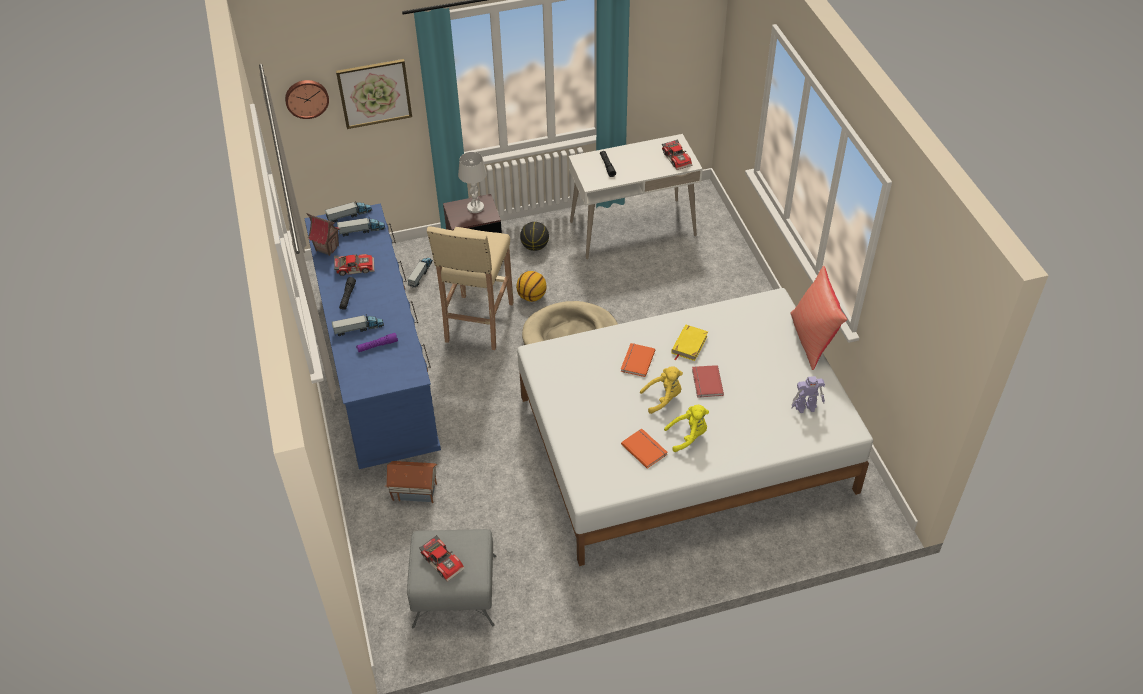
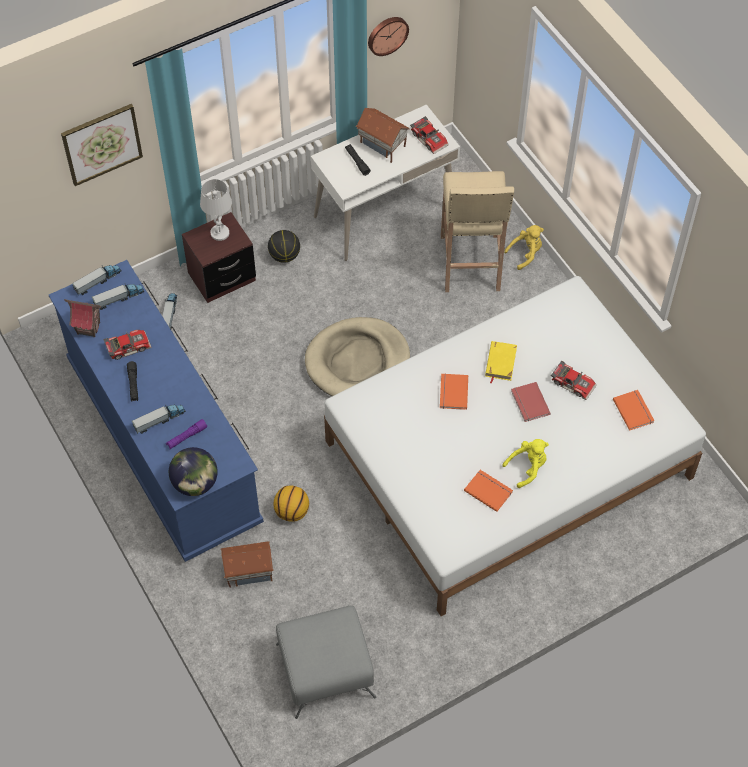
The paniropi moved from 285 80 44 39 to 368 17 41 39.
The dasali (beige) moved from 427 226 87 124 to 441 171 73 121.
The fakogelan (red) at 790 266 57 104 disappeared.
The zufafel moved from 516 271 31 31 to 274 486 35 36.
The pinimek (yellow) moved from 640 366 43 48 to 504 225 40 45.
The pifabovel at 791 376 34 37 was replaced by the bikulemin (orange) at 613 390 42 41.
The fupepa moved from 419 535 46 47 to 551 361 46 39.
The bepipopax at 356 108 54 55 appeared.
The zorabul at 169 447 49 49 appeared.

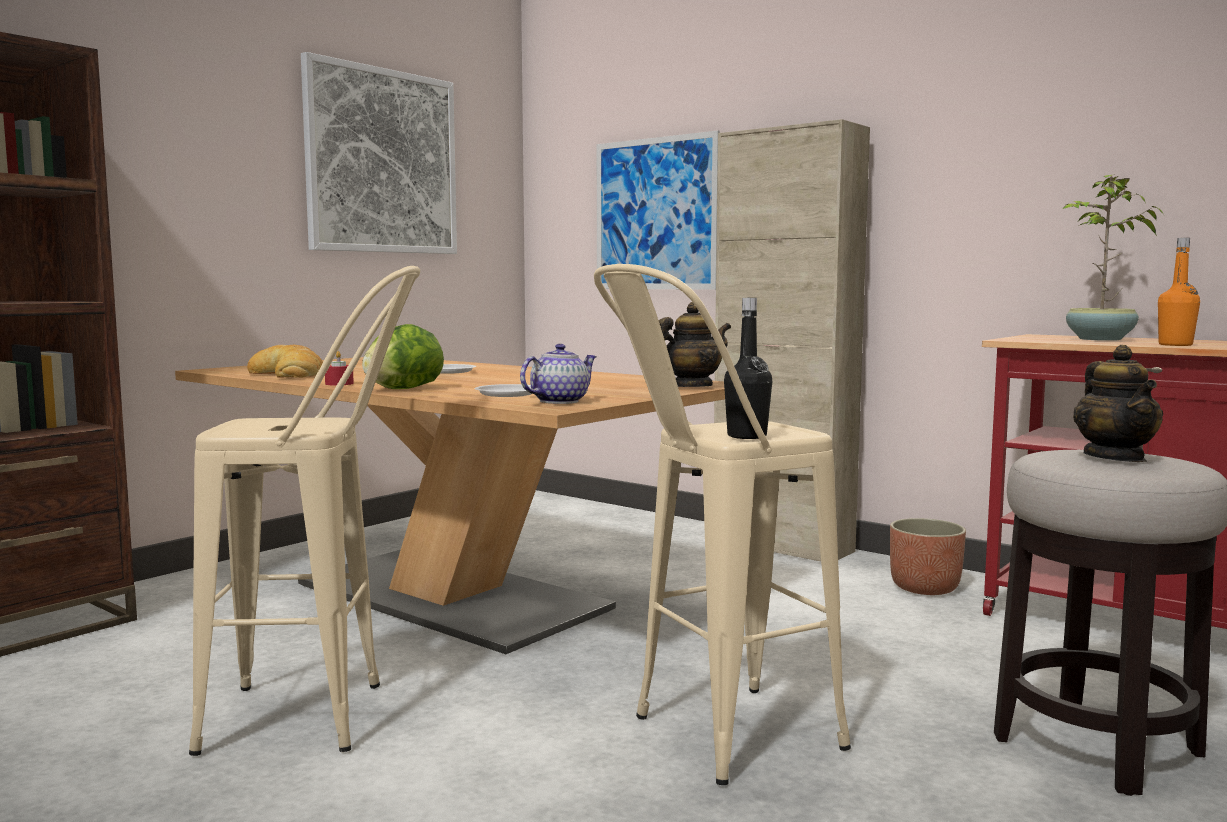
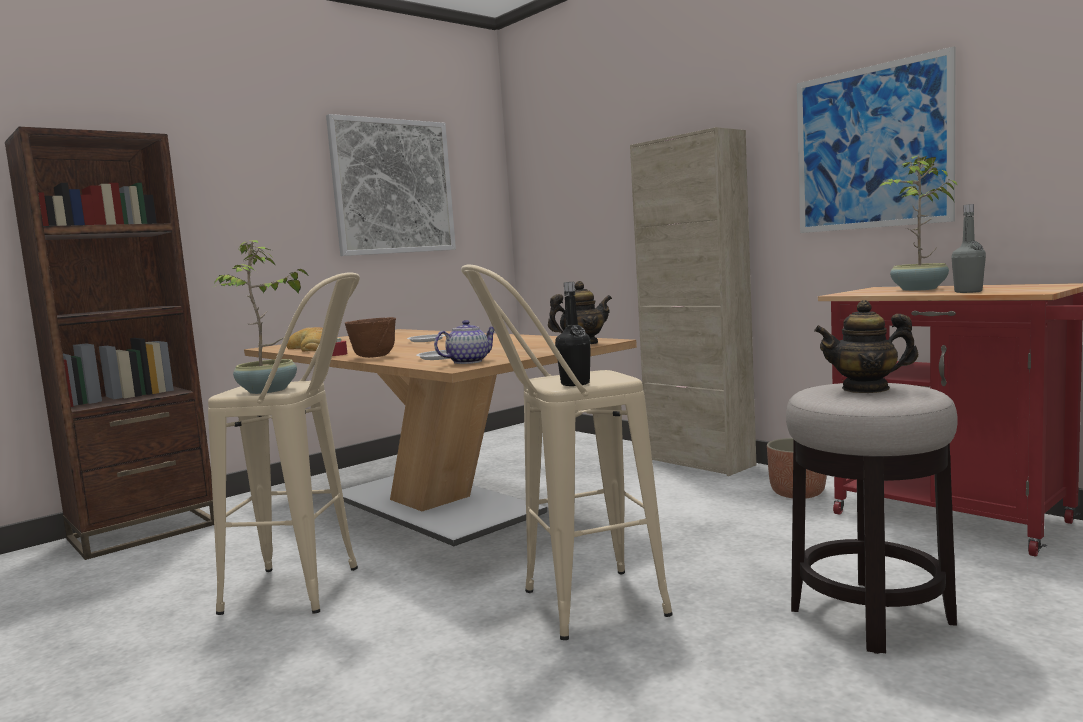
The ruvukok moved from 597 130 123 160 to 797 47 158 186.
The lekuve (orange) at 1158 238 42 108 became the lekuve (grey) at 952 204 34 89.
The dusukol at 362 324 82 65 was replaced by the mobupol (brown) at 345 317 51 41.
The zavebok at 1073 345 90 117 turned 90 degrees clockwise.
The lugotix at 214 240 94 154 appeared.

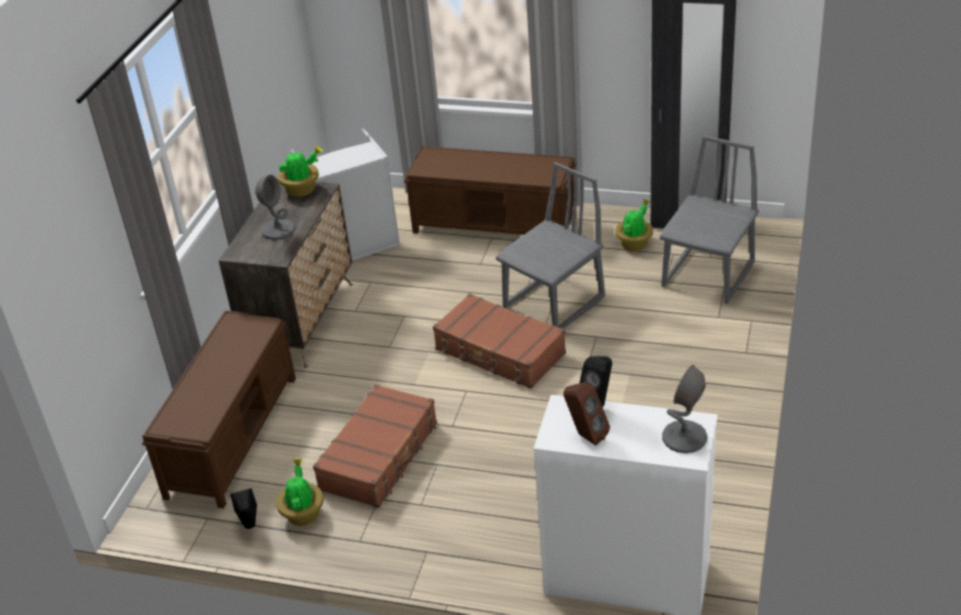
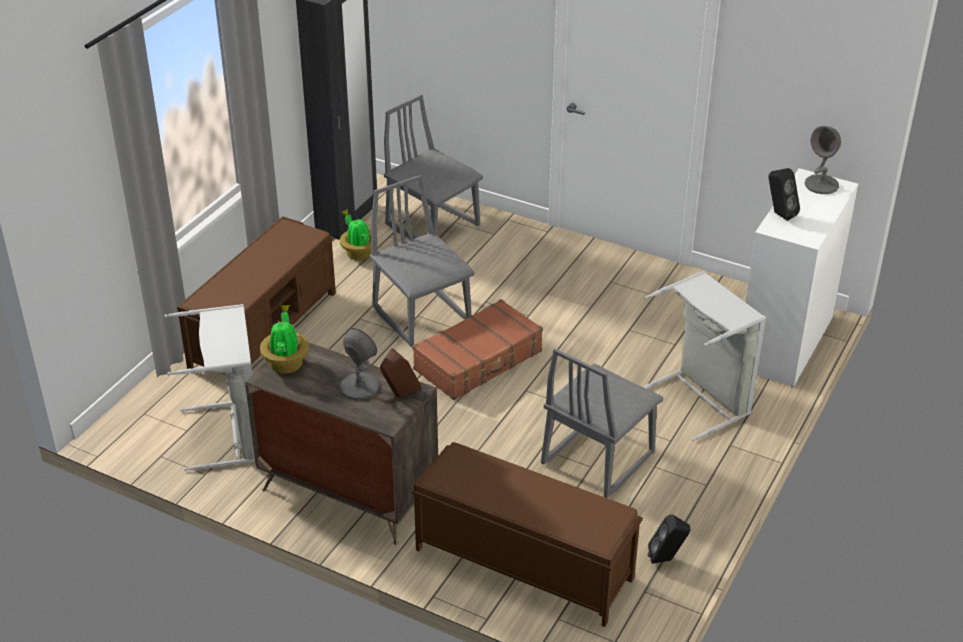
The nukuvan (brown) moved from 563 382 47 64 to 380 349 41 48.
The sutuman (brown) at 313 384 124 124 was replaced by the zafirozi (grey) at 541 348 123 150.
The lugotix at 276 458 48 68 disappeared.
The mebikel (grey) at 644 271 122 170 appeared.

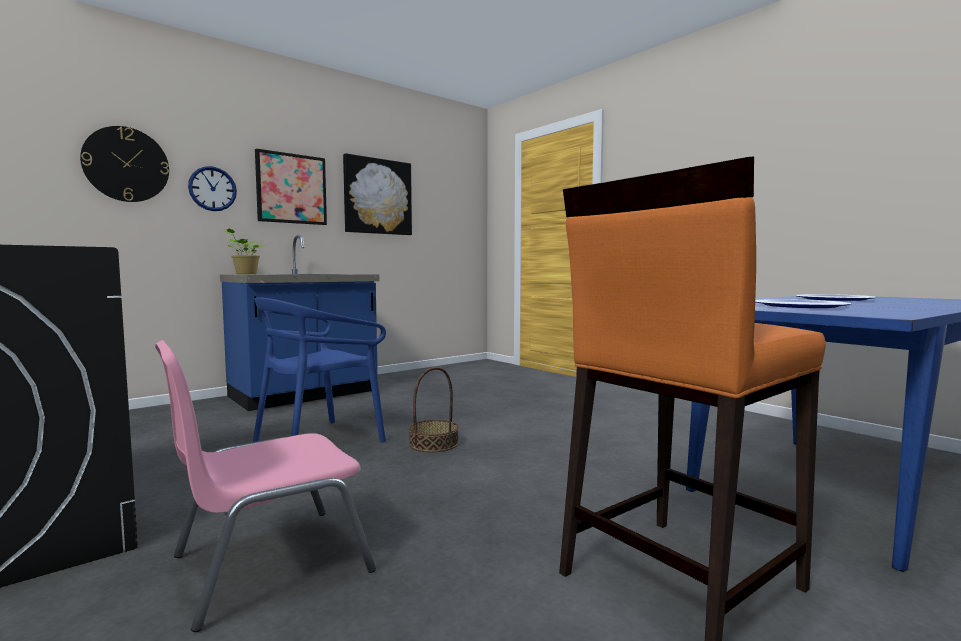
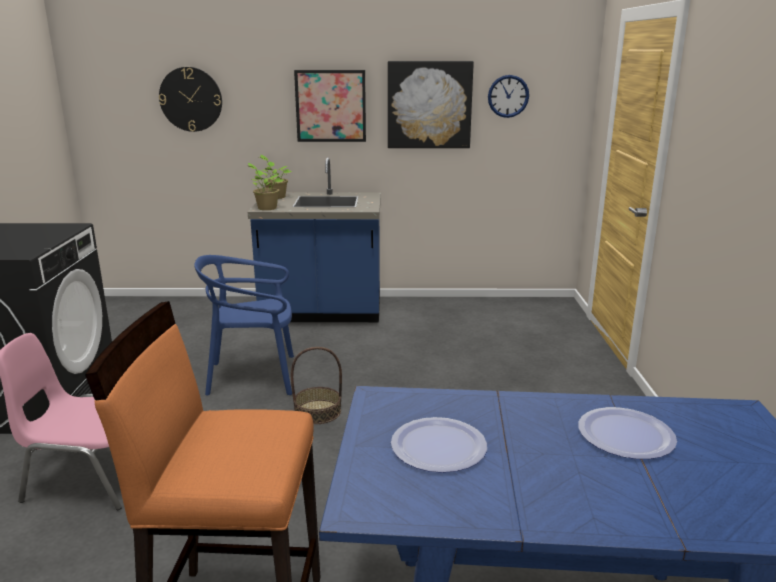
The paniropi moved from 188 166 49 45 to 488 75 41 43.
The lugotix at 248 163 36 47 appeared.

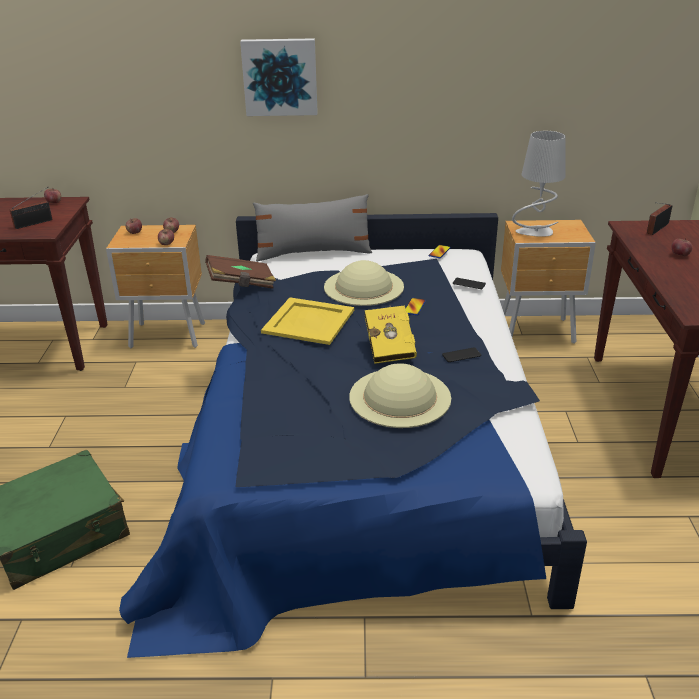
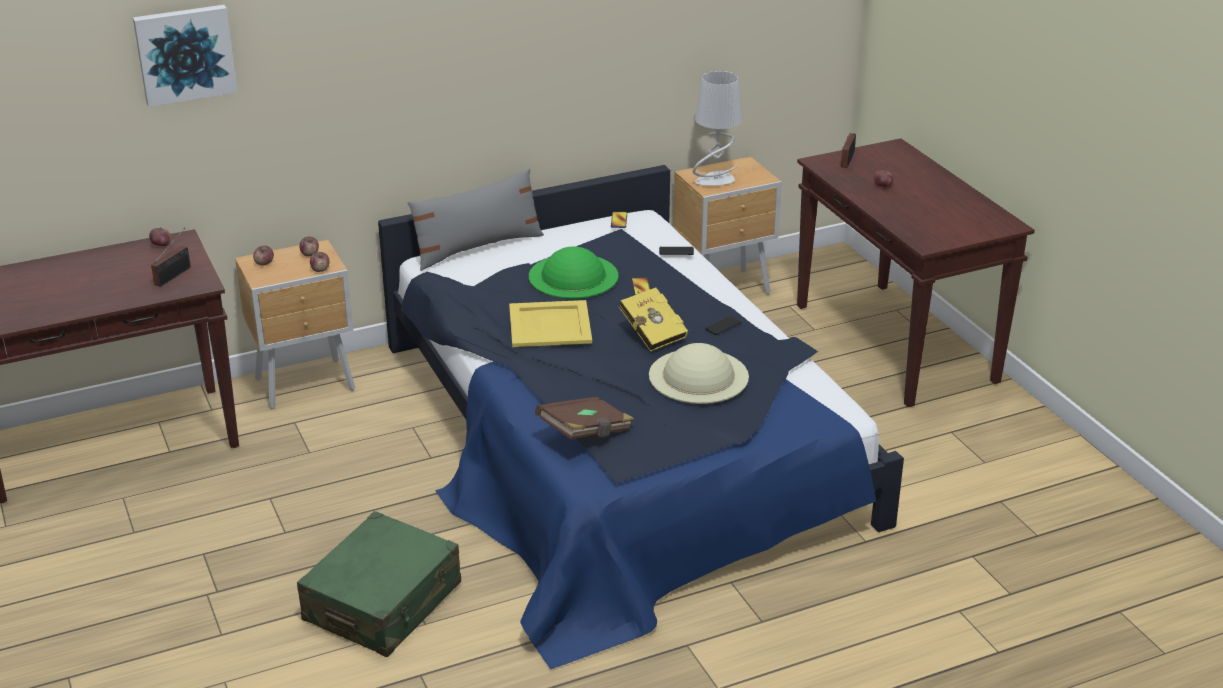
The ruvukok moved from 240 38 78 78 to 133 5 105 102.
The bikulemin (brown) moved from 205 255 71 34 to 535 397 99 43.
The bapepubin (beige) at 324 260 80 46 became the bapepubin (green) at 529 246 89 53.

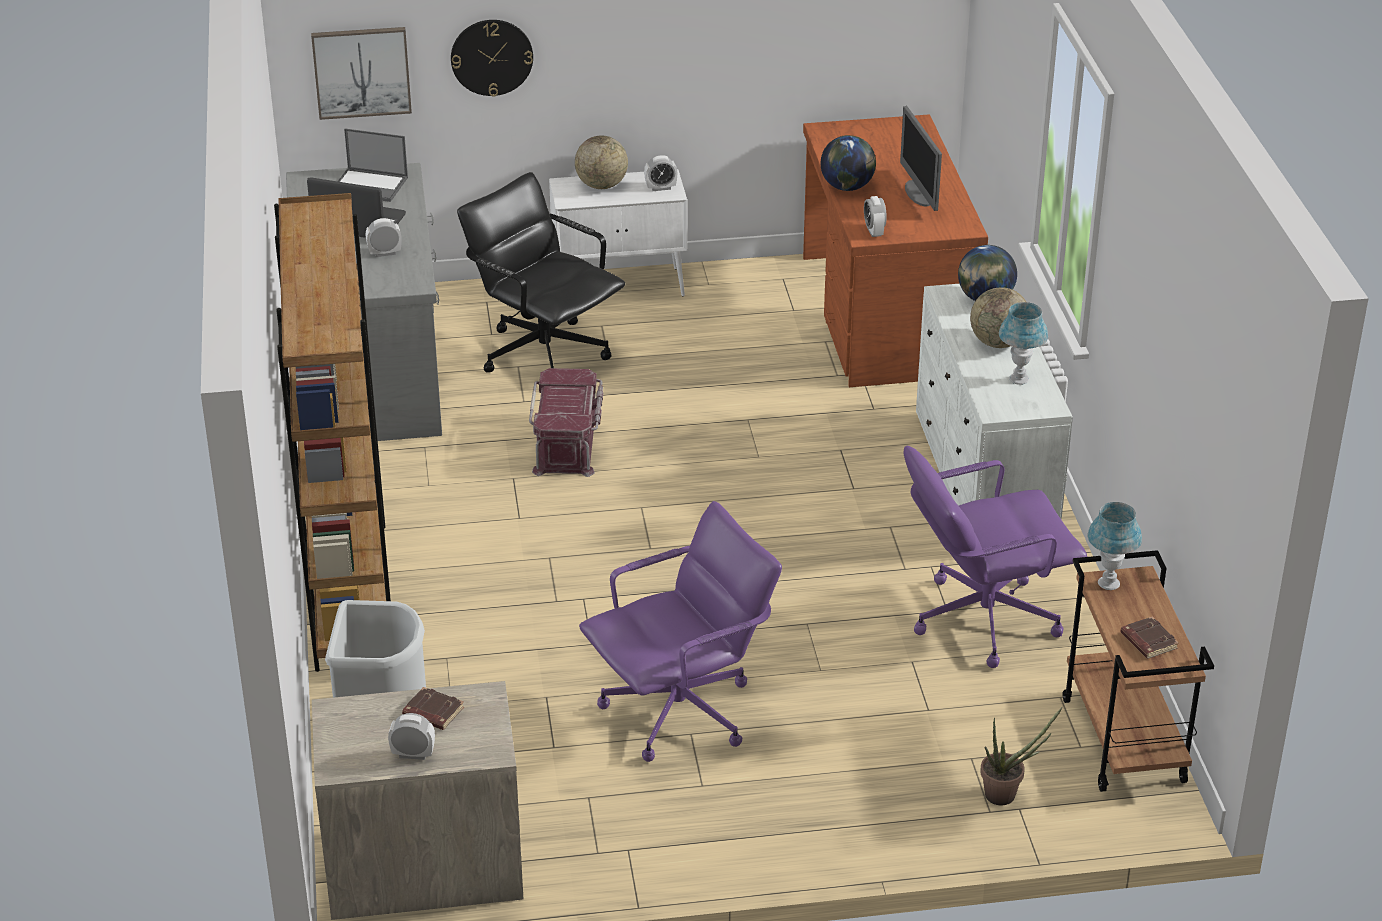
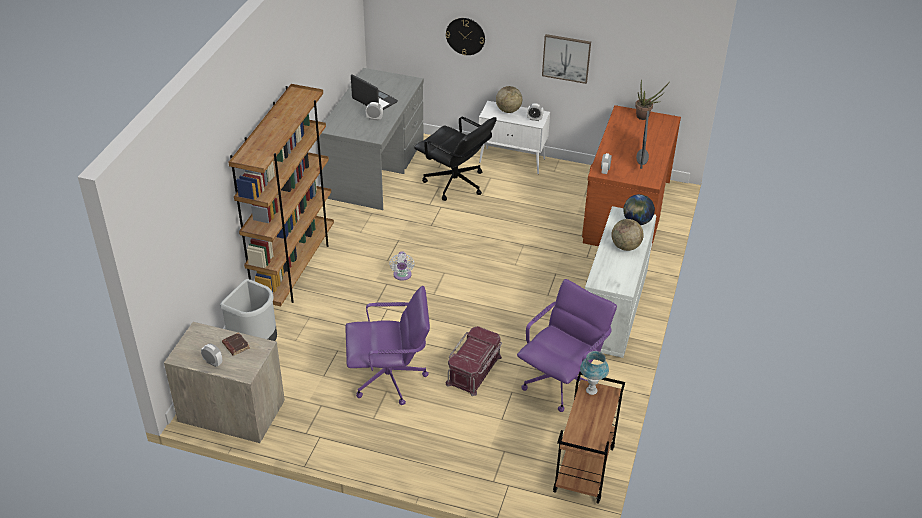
The ruvukok moved from 311 27 101 93 to 542 34 49 50.
The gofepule at 338 129 70 73 disappeared.
The zorabul at 821 135 55 56 disappeared.
The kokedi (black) at 457 172 168 201 turned 150 degrees clockwise.
The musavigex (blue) at 999 302 49 83 disappeared.
The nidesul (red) moved from 529 368 75 109 to 445 326 57 70.
The kokedi (purple) at 904 445 183 223 turned 120 degrees clockwise.
The bikulemin (brown) at 1120 617 59 42 disappeared.
The lugotix moved from 980 707 82 98 to 635 78 35 42.
The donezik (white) at 389 251 26 30 appeared.

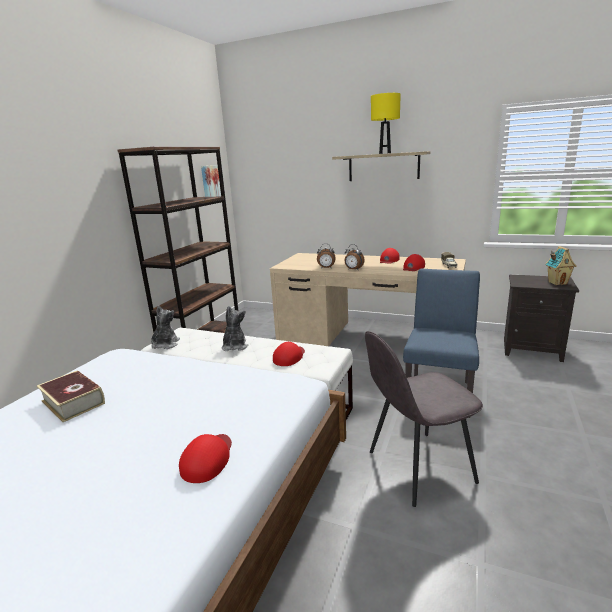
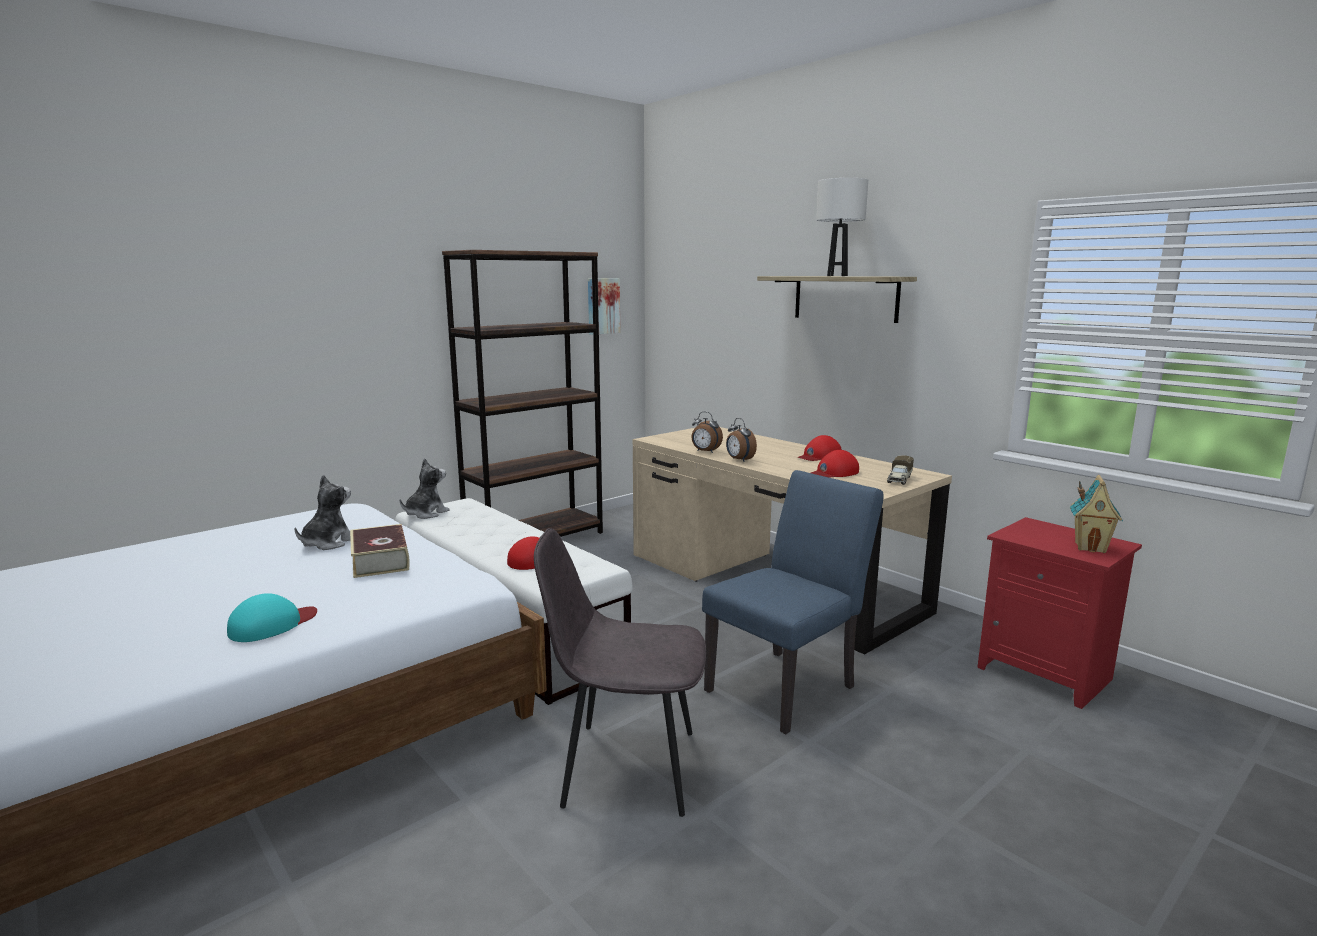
The musavigex (yellow) at 371 93 30 61 became the musavigex (white) at 816 178 52 98.
The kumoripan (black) at 504 274 75 88 became the kumoripan (red) at 977 517 165 192.
The pinimek moved from 222 306 26 45 to 295 475 56 75.
The bikulemin moved from 37 370 68 52 to 350 524 60 54.
The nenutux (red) at 179 434 53 49 became the nenutux (turquoise) at 227 593 90 49.

